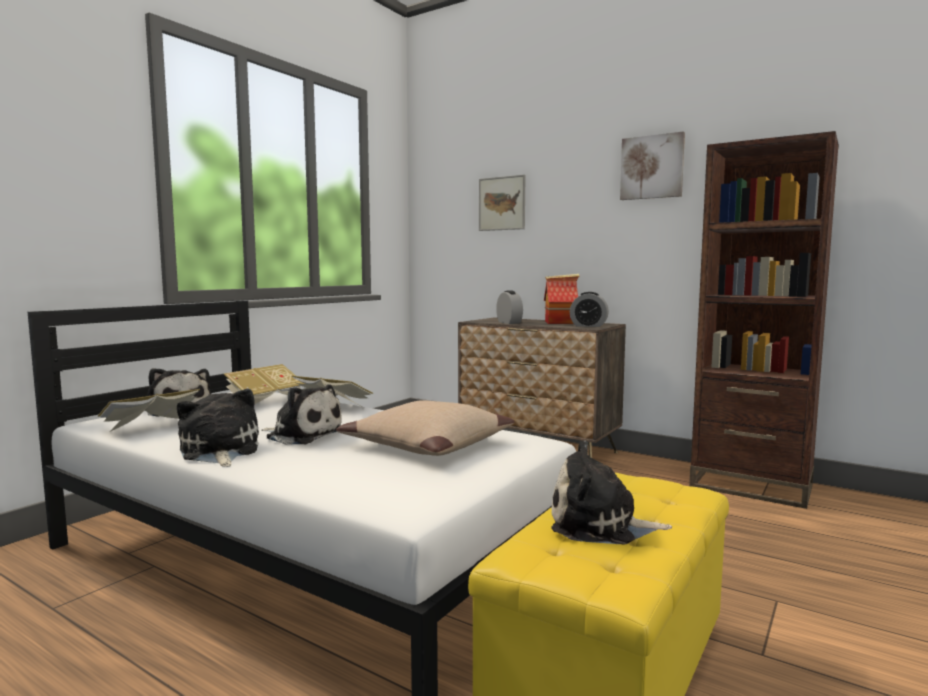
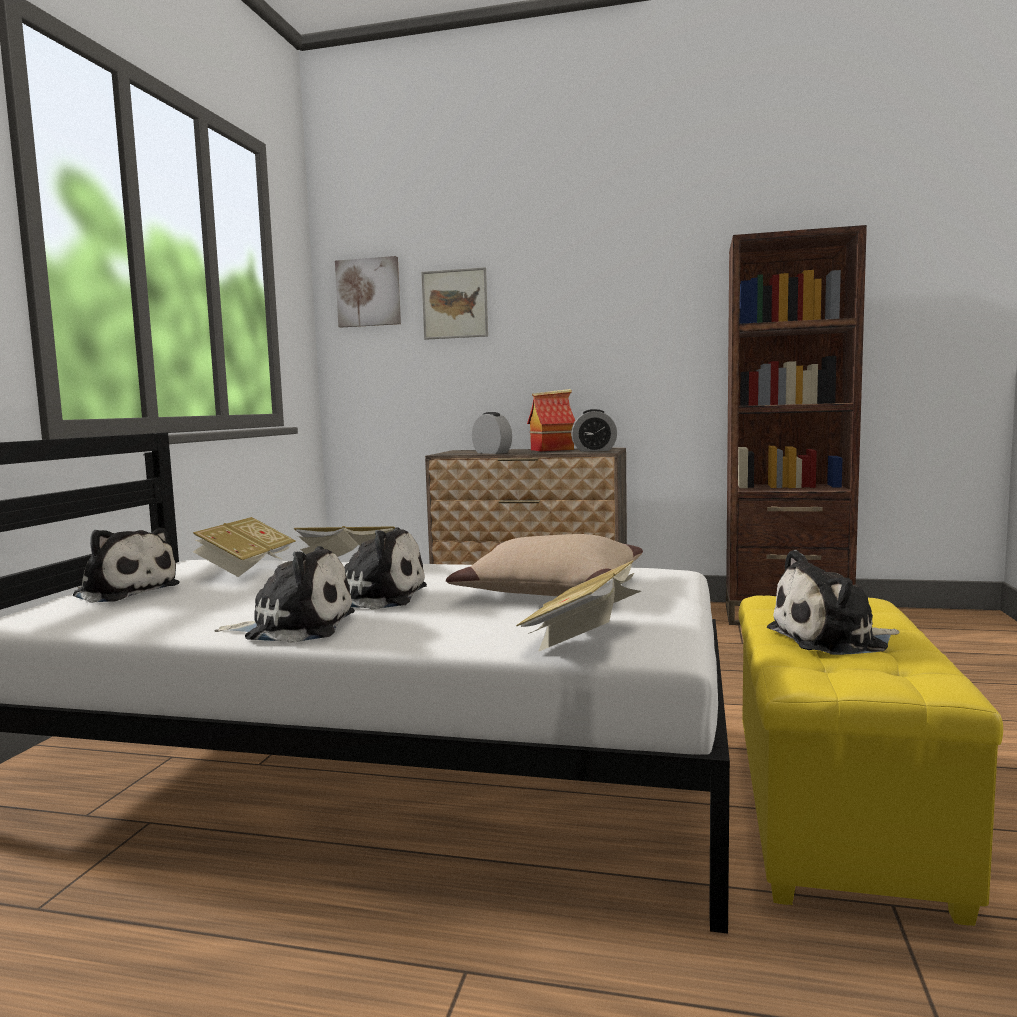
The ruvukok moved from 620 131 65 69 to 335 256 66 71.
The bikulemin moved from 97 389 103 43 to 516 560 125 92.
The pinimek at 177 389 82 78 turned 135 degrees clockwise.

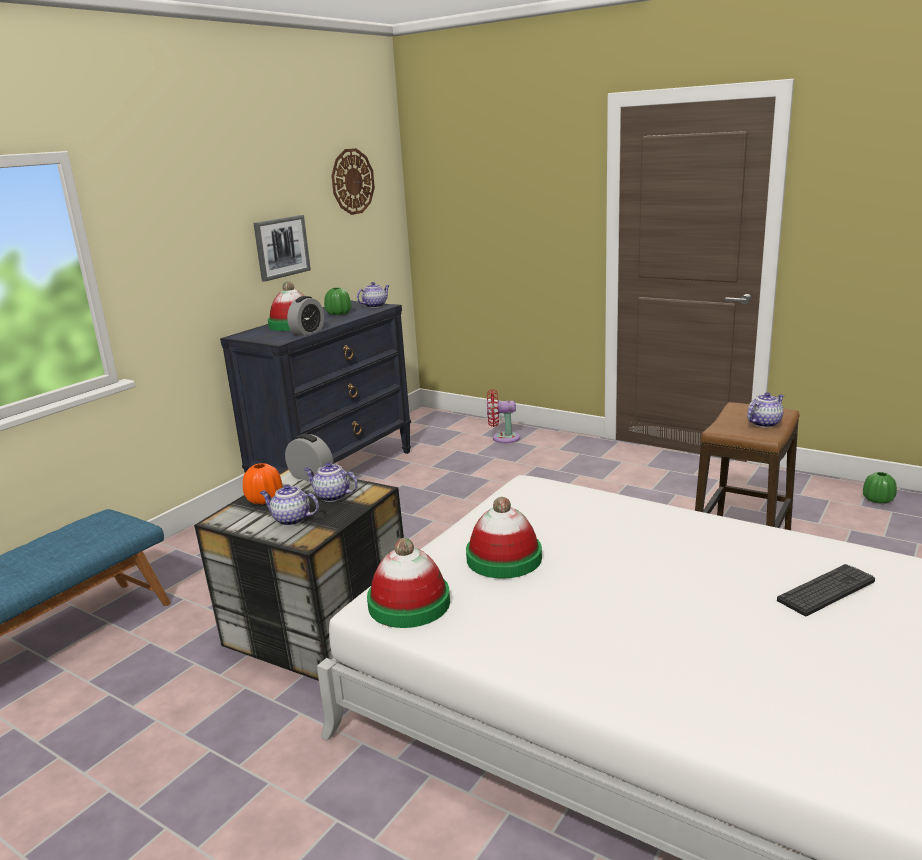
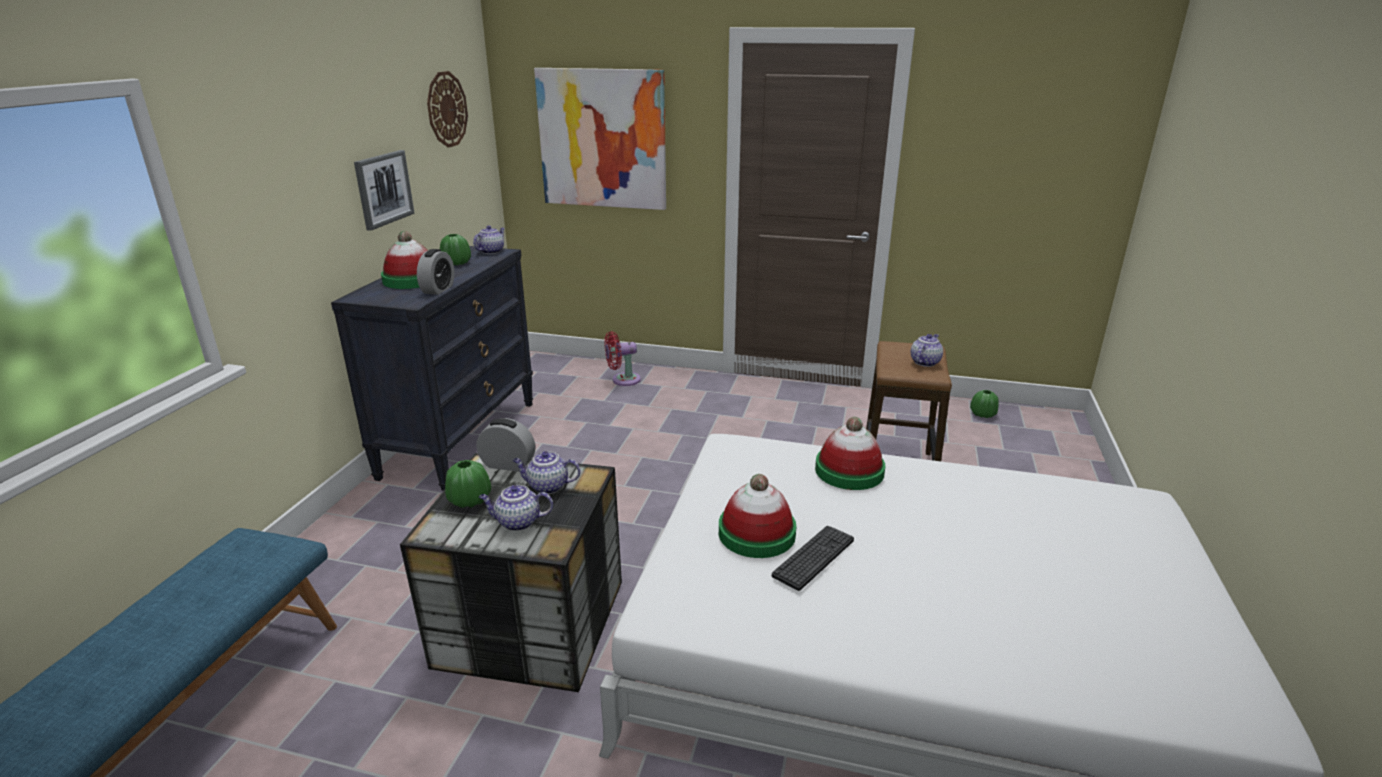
The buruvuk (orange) at 243 463 40 42 became the buruvuk (green) at 445 460 46 48.
The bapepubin moved from 367 538 83 90 to 815 417 70 73.
The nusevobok moved from 777 564 98 52 to 772 526 82 65.
The ruvukok at 534 68 132 142 appeared.

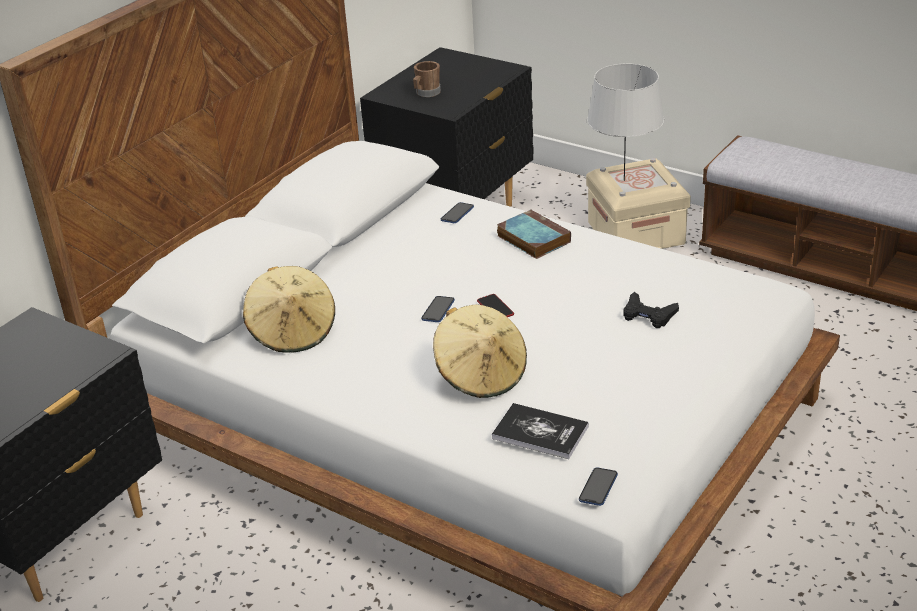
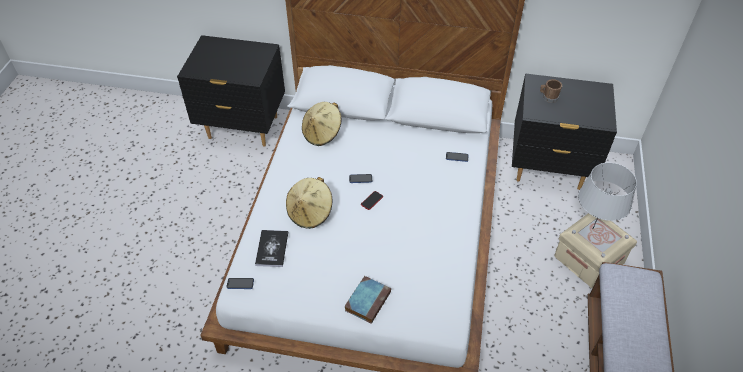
The bikulemin moved from 497 209 74 50 to 345 276 46 48.
The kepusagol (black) at 623 292 56 36 disappeared.

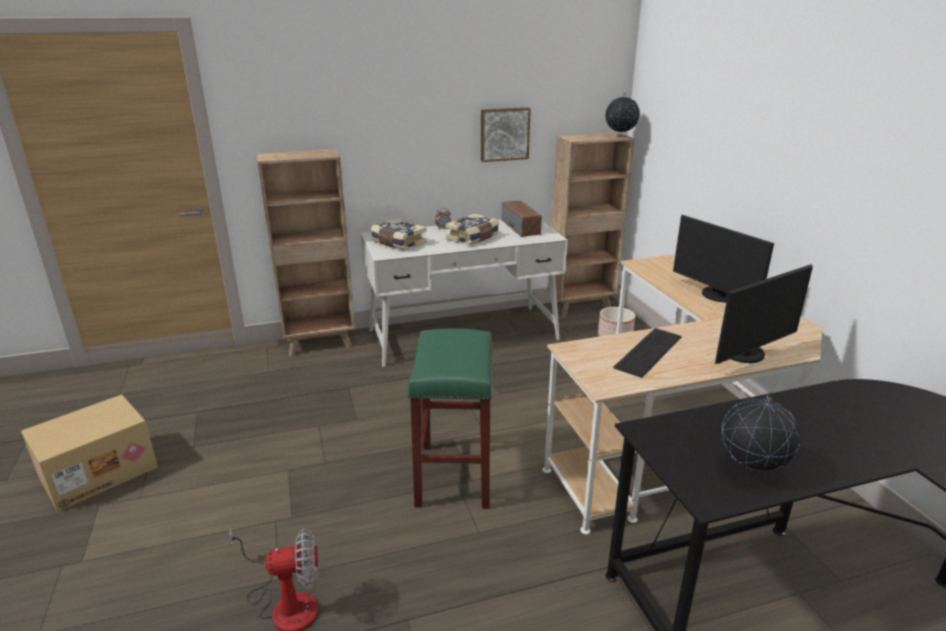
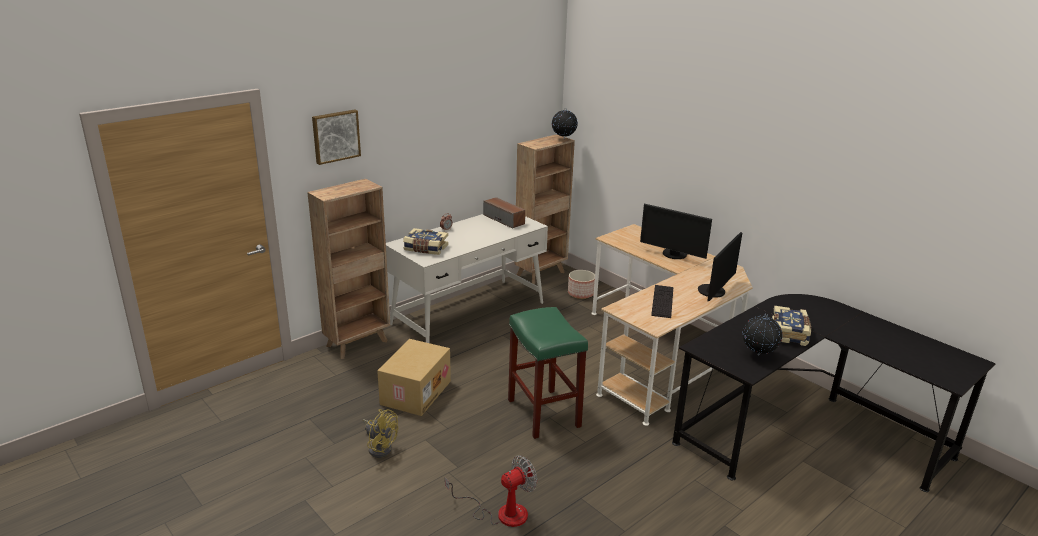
The ruvukok moved from 481 108 50 54 to 312 110 49 55.
The bikulemin moved from 446 214 53 32 to 772 306 39 40.
The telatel moved from 21 394 137 118 to 377 339 74 77.
The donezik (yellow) at 363 409 35 49 appeared.

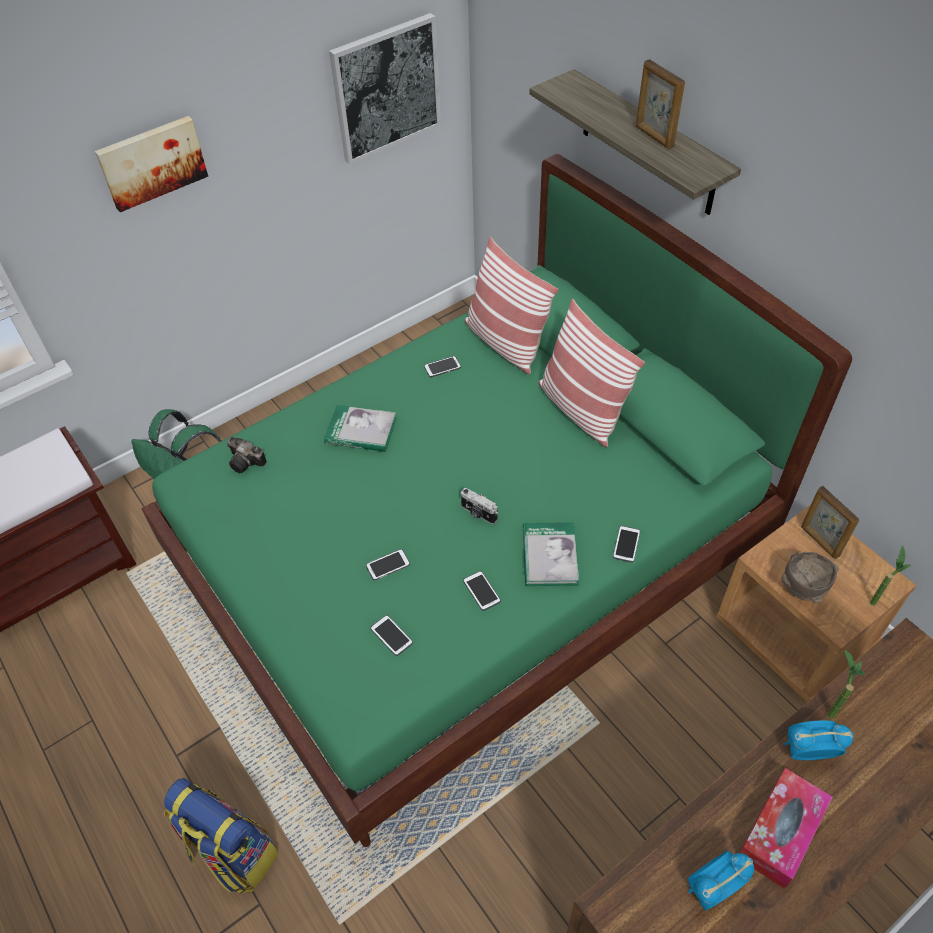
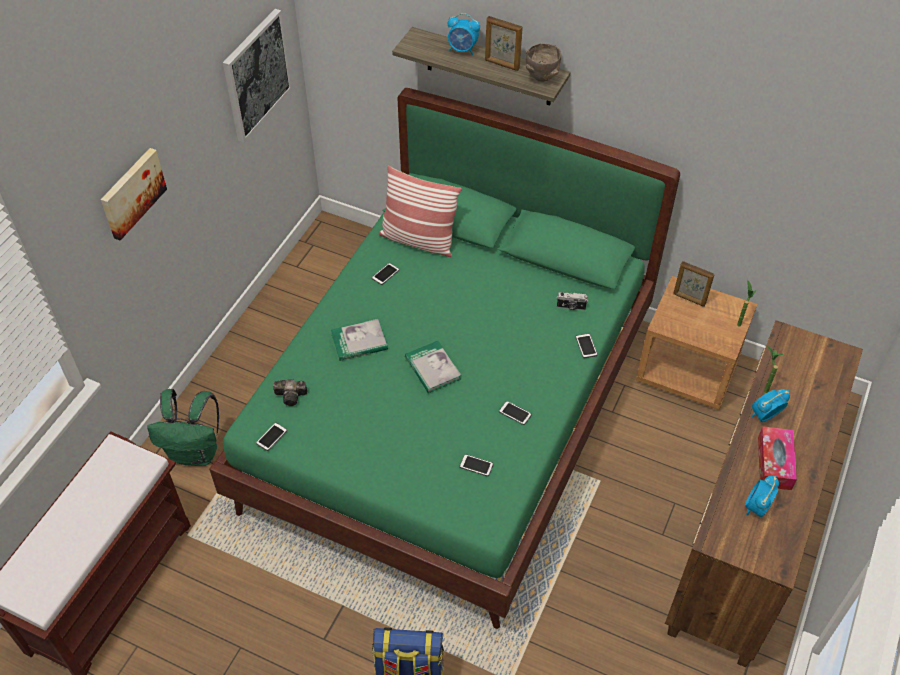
The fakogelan at 538 299 107 148 disappeared.
The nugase moved from 461 488 37 36 to 557 292 31 18.
The bikulemin moved from 523 522 56 64 to 405 341 56 52.
The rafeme moved from 366 549 44 31 to 256 423 31 28.
The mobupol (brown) moved from 781 552 58 51 to 526 43 35 39.
The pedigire at 448 13 32 42 appeared.

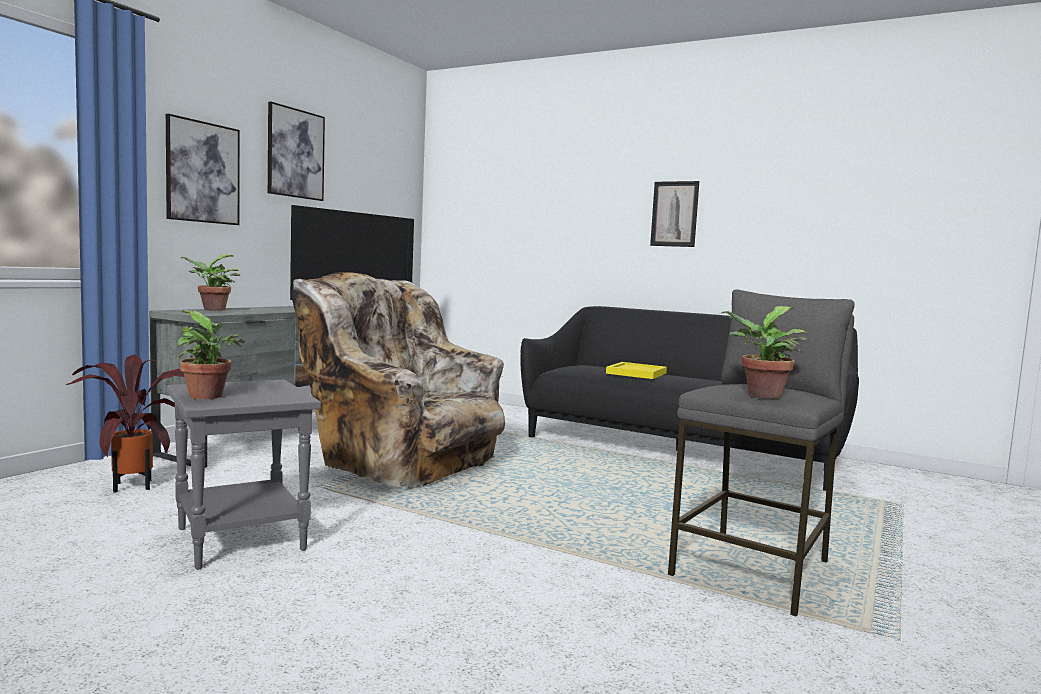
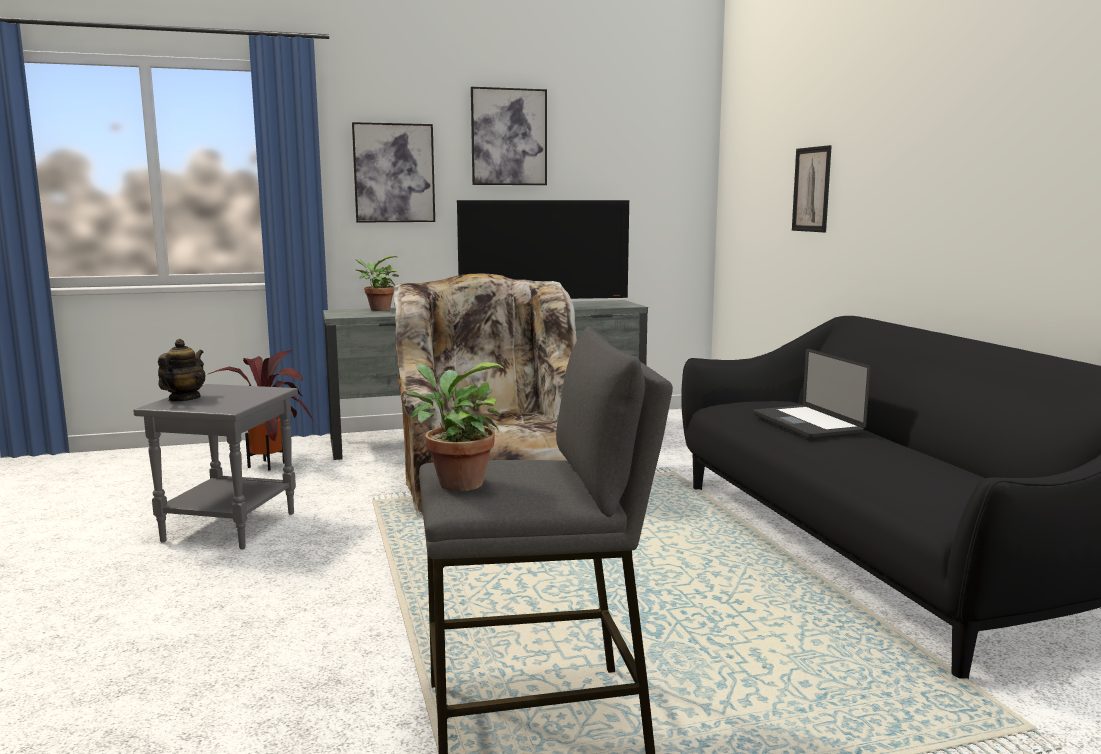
The ruvukok moved from 650 181 49 66 to 792 145 40 87.
The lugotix at 177 310 68 89 was replaced by the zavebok at 158 339 48 63.
The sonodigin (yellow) at 606 362 61 17 was replaced by the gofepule at 753 348 118 91.

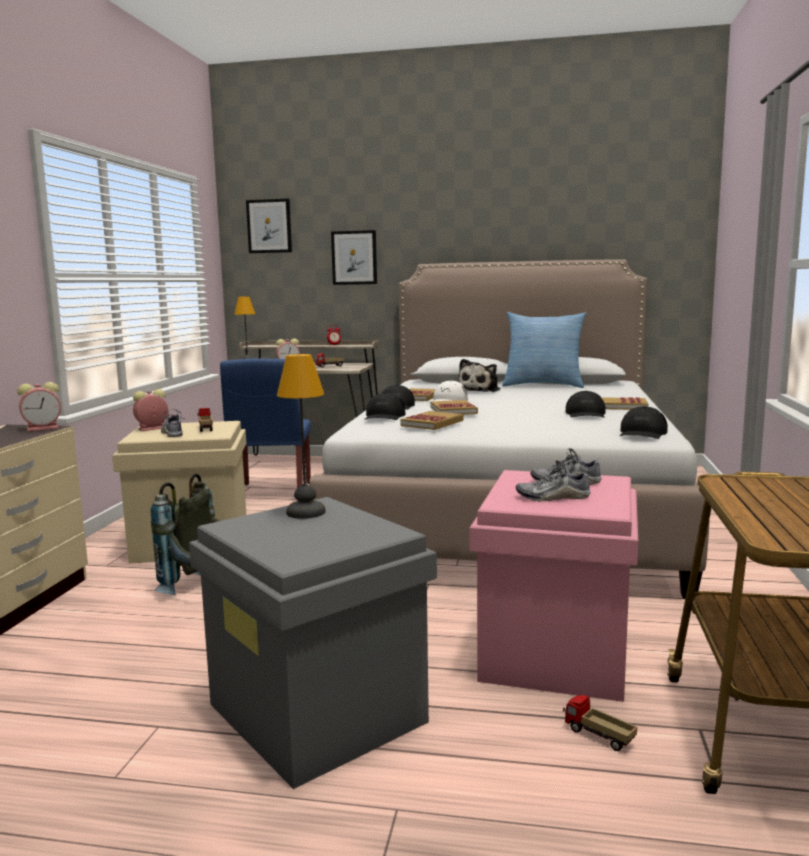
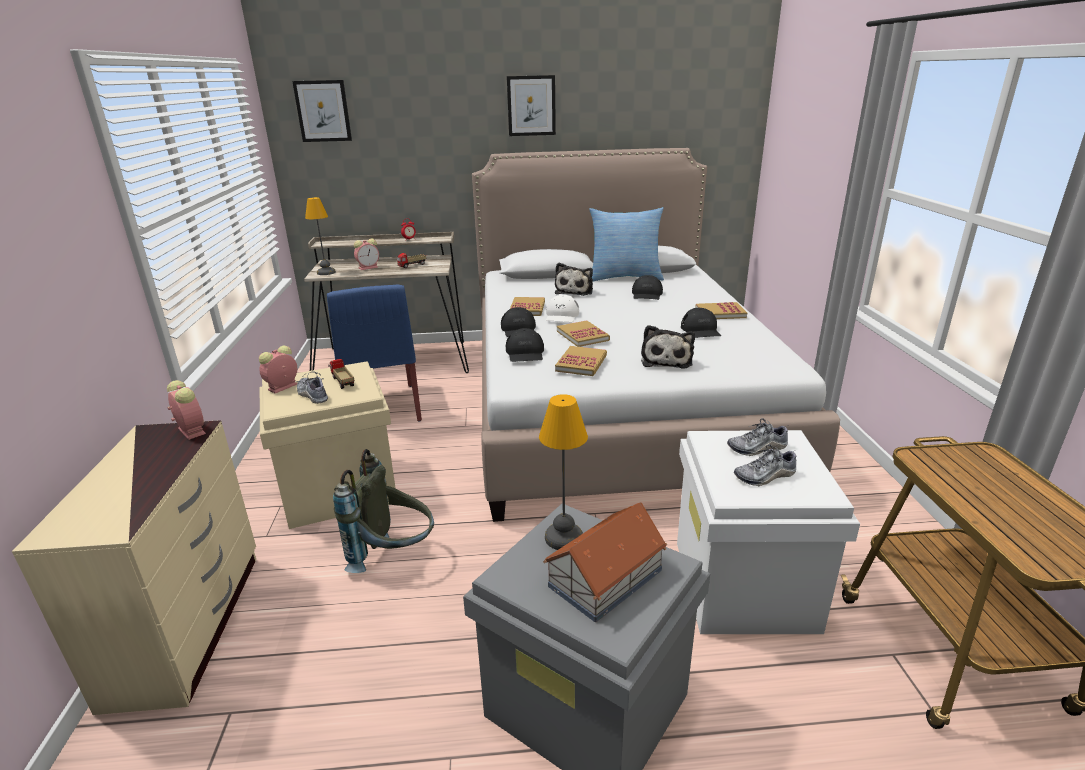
The ruvukok moved from 331 230 46 55 to 507 75 49 61.
The pedigire at 17 382 44 49 turned 90 degrees counterclockwise.
The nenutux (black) moved from 620 406 48 33 to 632 275 31 25.
The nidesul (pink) at 470 470 168 232 became the nidesul (white) at 677 430 183 204.
The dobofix at 563 695 74 56 disappeared.
The pinimek at 641 325 54 44 appeared.
The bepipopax at 543 503 124 119 appeared.

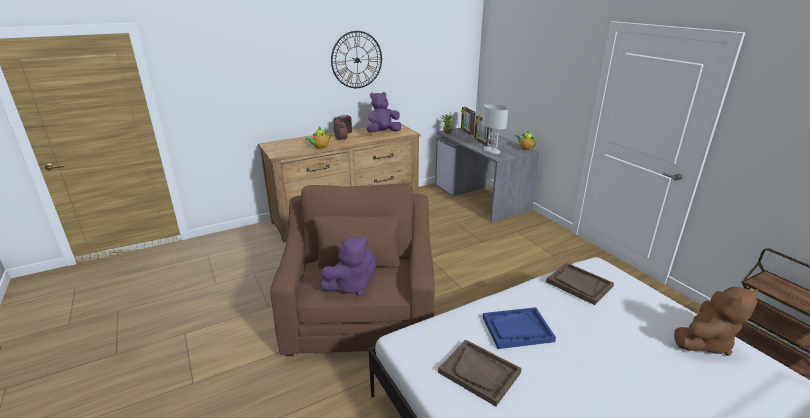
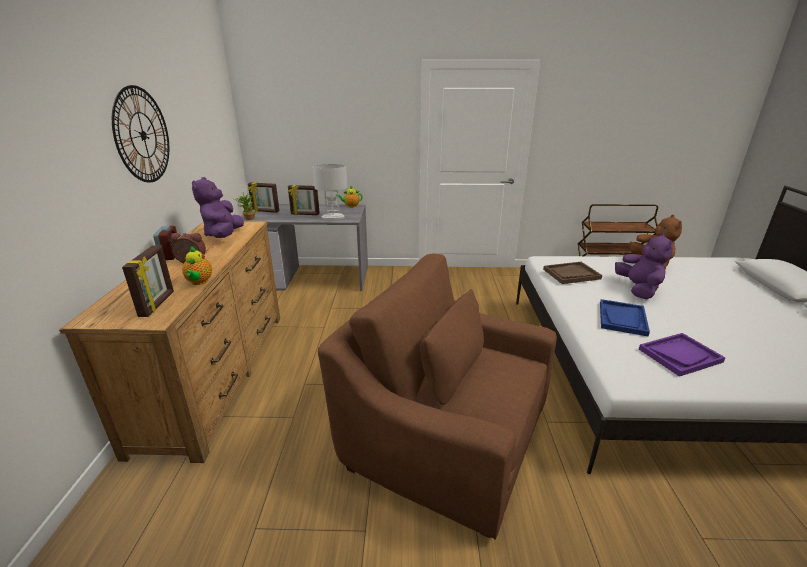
The pinimek (purple) moved from 320 237 56 58 to 615 233 58 67.
The sonodigin (brown) at 438 340 84 66 became the sonodigin (purple) at 639 333 87 44.
The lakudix at 122 245 52 72 appeared.

